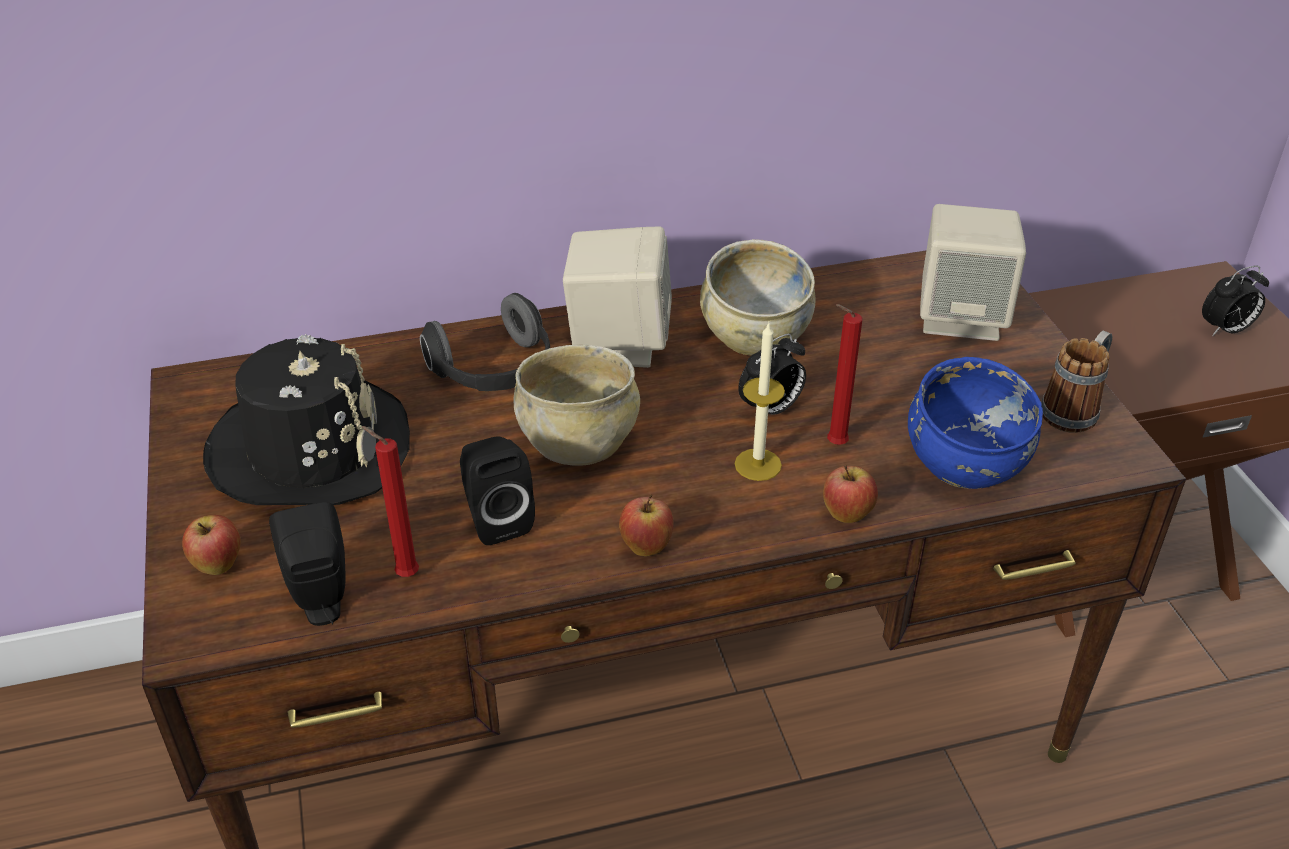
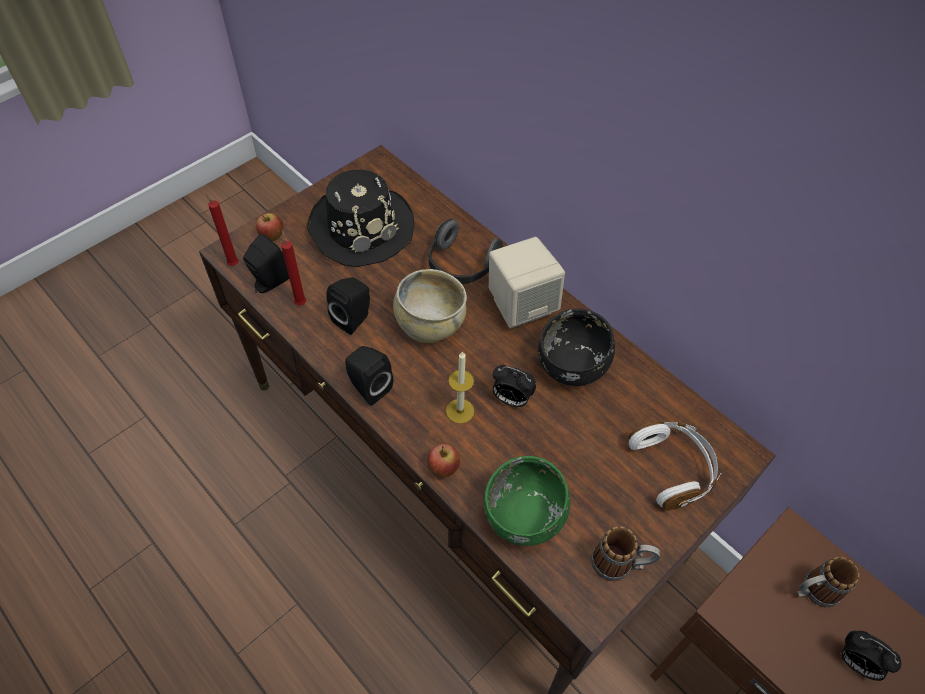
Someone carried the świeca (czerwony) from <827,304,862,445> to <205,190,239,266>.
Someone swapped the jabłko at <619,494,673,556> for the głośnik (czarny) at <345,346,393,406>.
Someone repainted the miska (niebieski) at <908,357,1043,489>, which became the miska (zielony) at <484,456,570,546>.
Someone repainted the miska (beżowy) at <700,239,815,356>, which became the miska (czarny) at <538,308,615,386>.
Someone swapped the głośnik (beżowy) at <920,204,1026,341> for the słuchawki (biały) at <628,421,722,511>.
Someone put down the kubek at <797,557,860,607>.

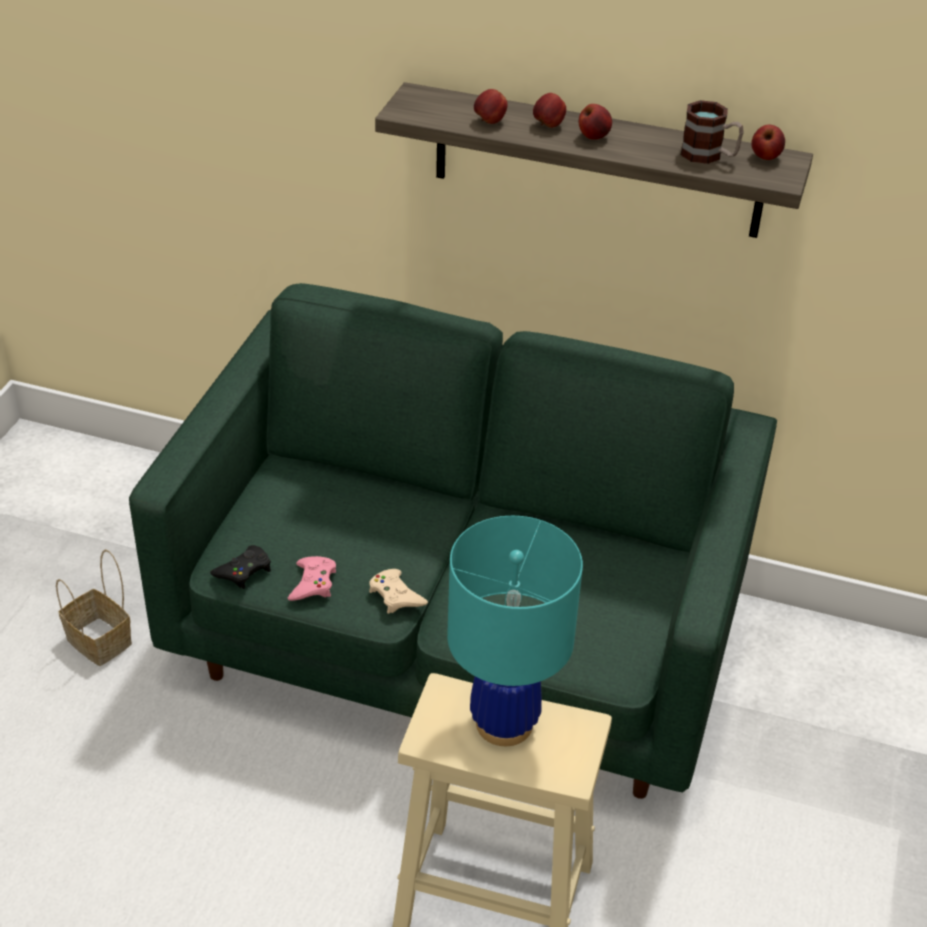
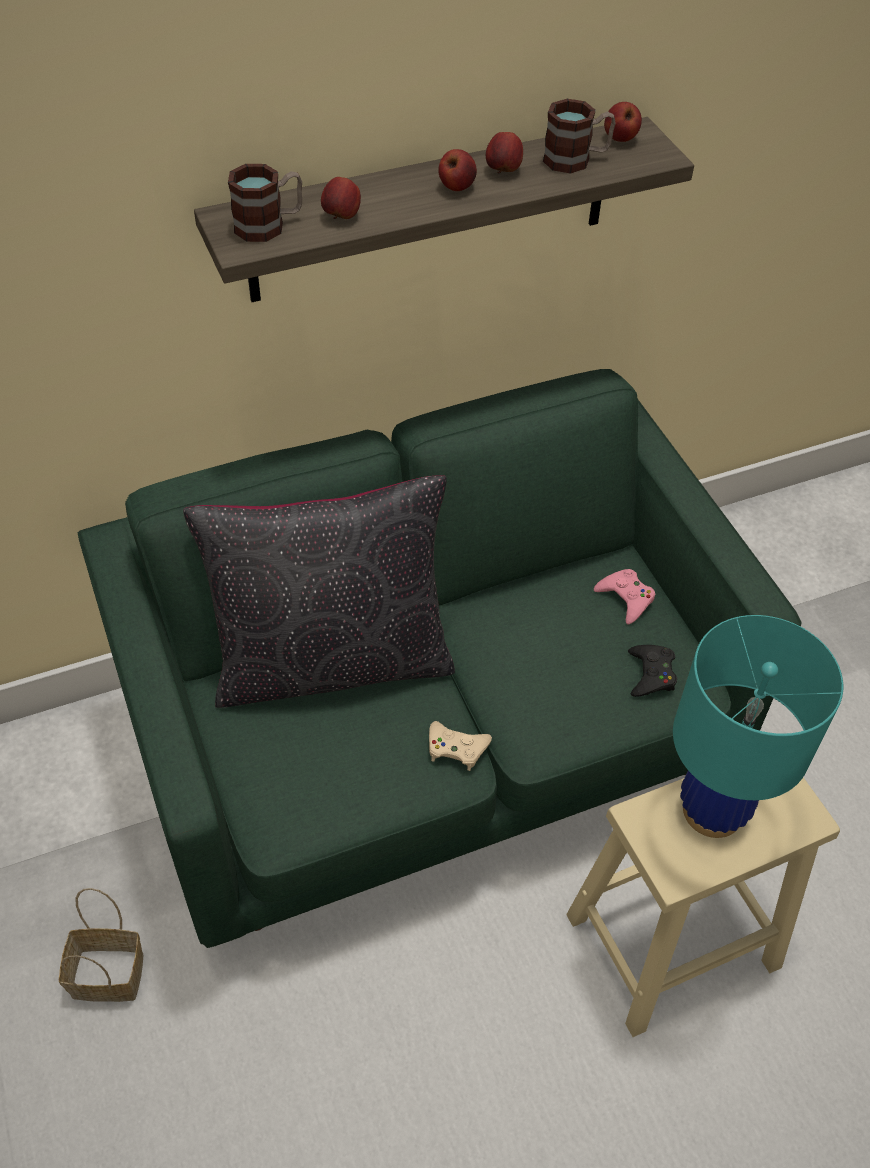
Someone put down the poduszka (czarny) at <183,475,455,708>.
Someone put down the kubek at <228,164,302,242>.
Someone carried the jabłko from <533,93,566,128> to <486,132,523,173>.
Someone carried the pad do gier (różowy) from <288,556,336,601> to <594,569,655,625>.
Someone carried the pad do gier (czarny) from <210,545,271,589> to <628,645,677,697>.

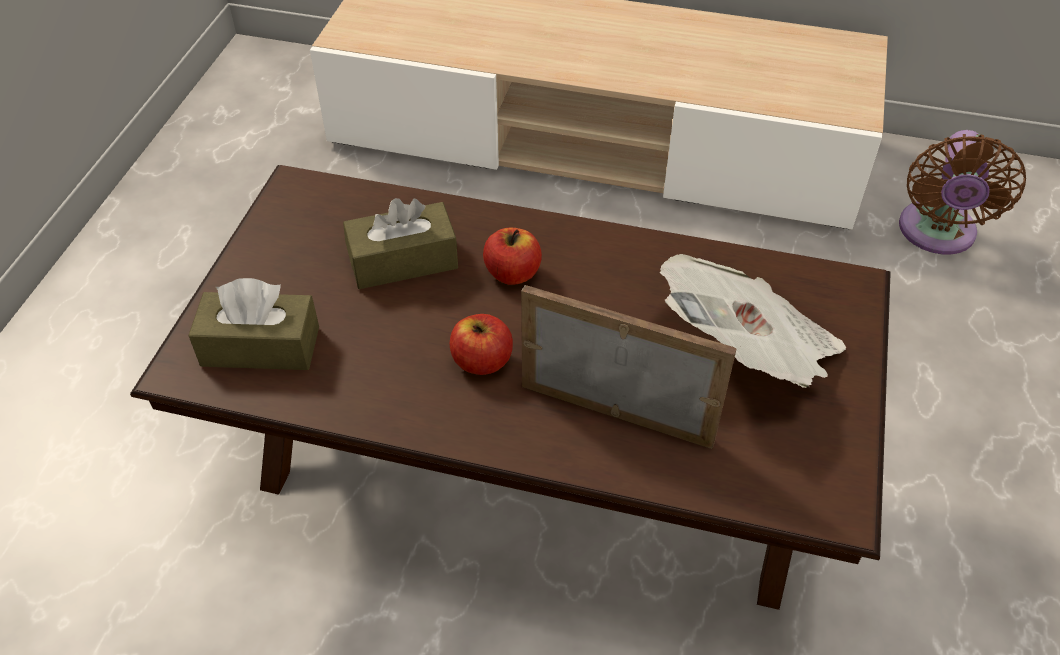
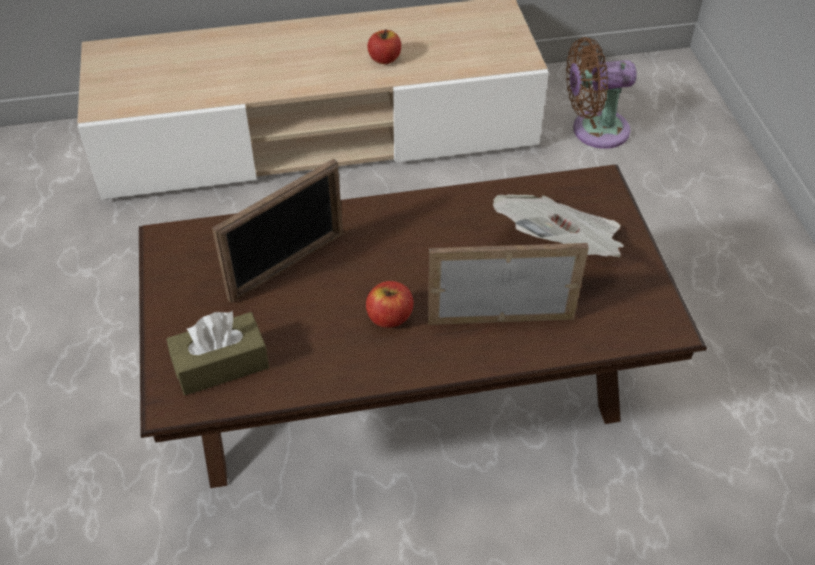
Someone swapped the pudełko chusteczek (brązowy) at <343,198,458,289> for the ramka na zdjęcie at <212,159,343,303>.
Someone carried the jabłko from <483,228,542,285> to <367,29,401,64>.
Someone rotated the wentylator (brązowy) at <899,130,1026,255> by 90 degrees clockwise.

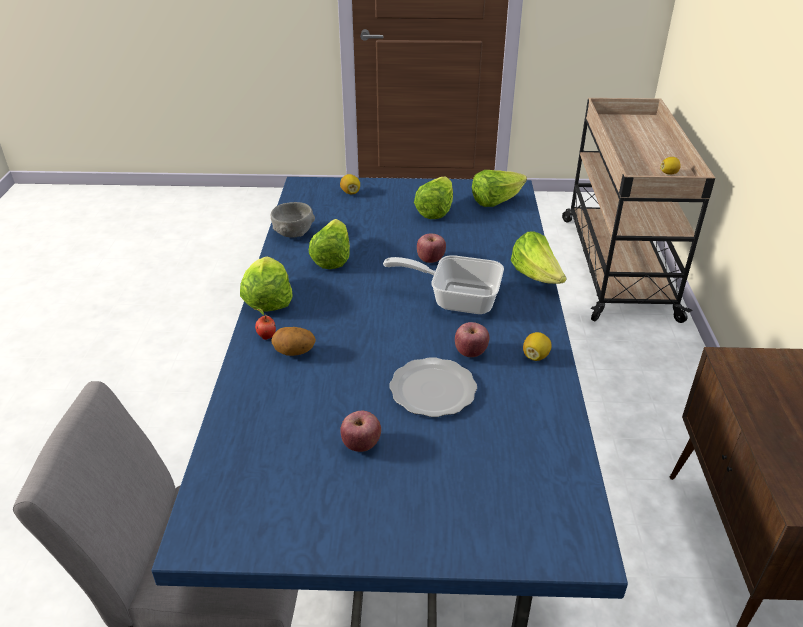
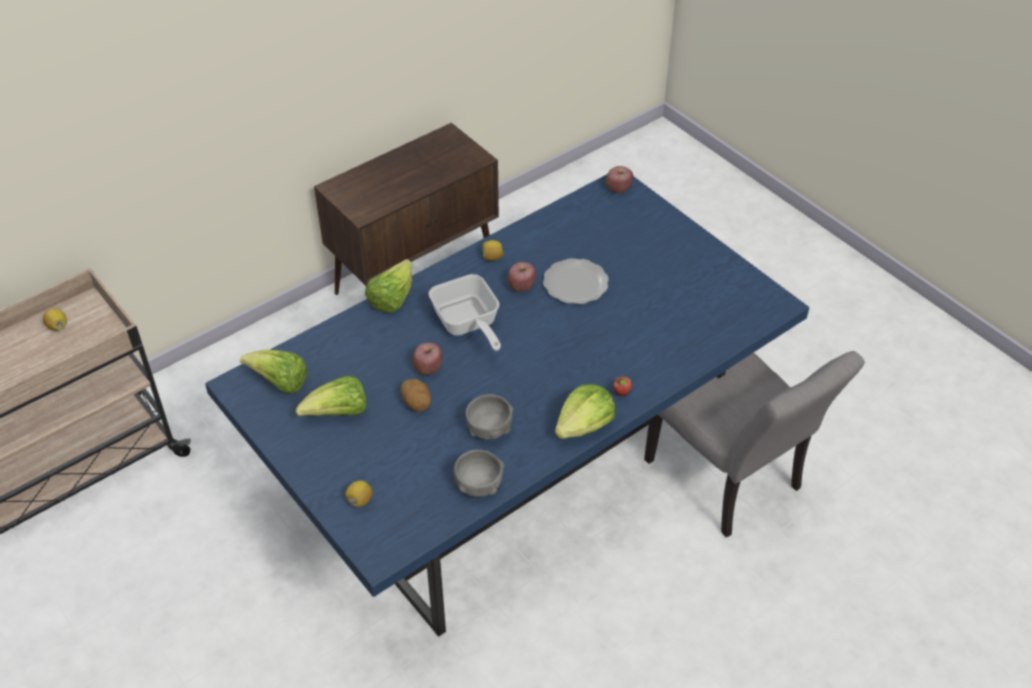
Someone carried the ziemniak from <271,327,316,356> to <401,379,431,412>.
Someone swapped the sałata at <309,219,350,269> for the miska (szary) at <465,394,513,440>.
Someone carried the jabłko from <340,411,381,452> to <606,166,634,193>.

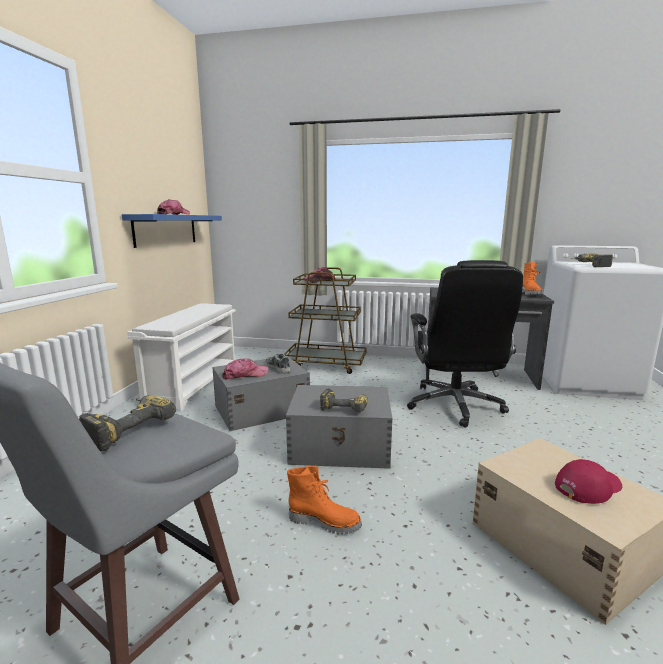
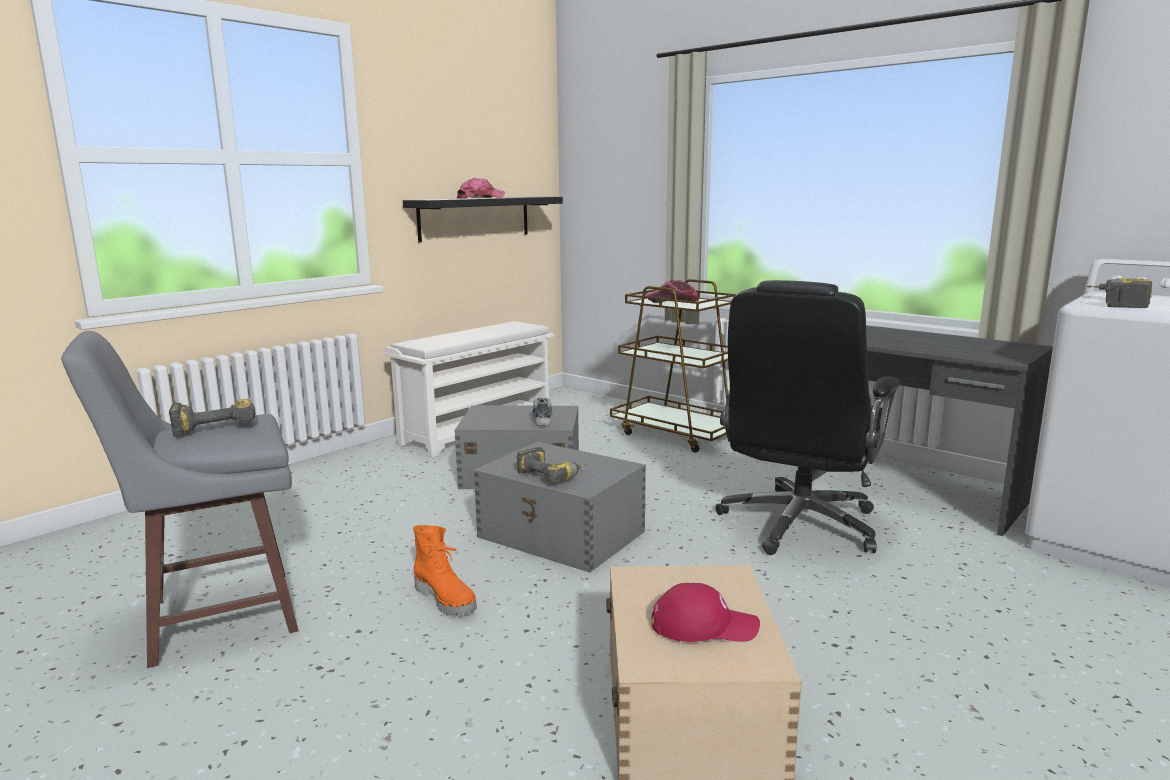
Someone repainted the półka (niebieski) at <122,214,222,248>, which became the półka (czarny) at <403,197,563,242>.
Someone took away the czapka z daszkiem at <222,358,269,379>.
Someone took away the but z cholewką (pomarańczowy) at <522,262,542,295>.

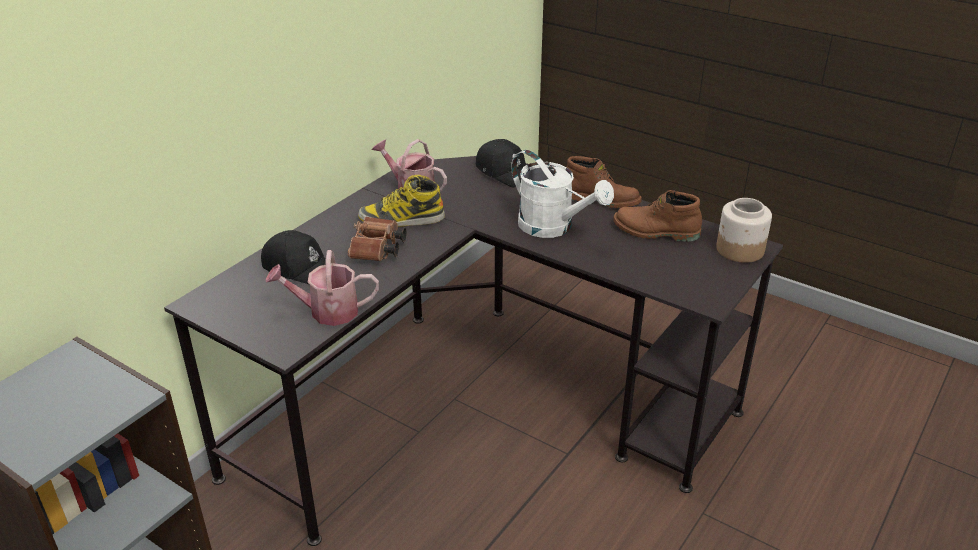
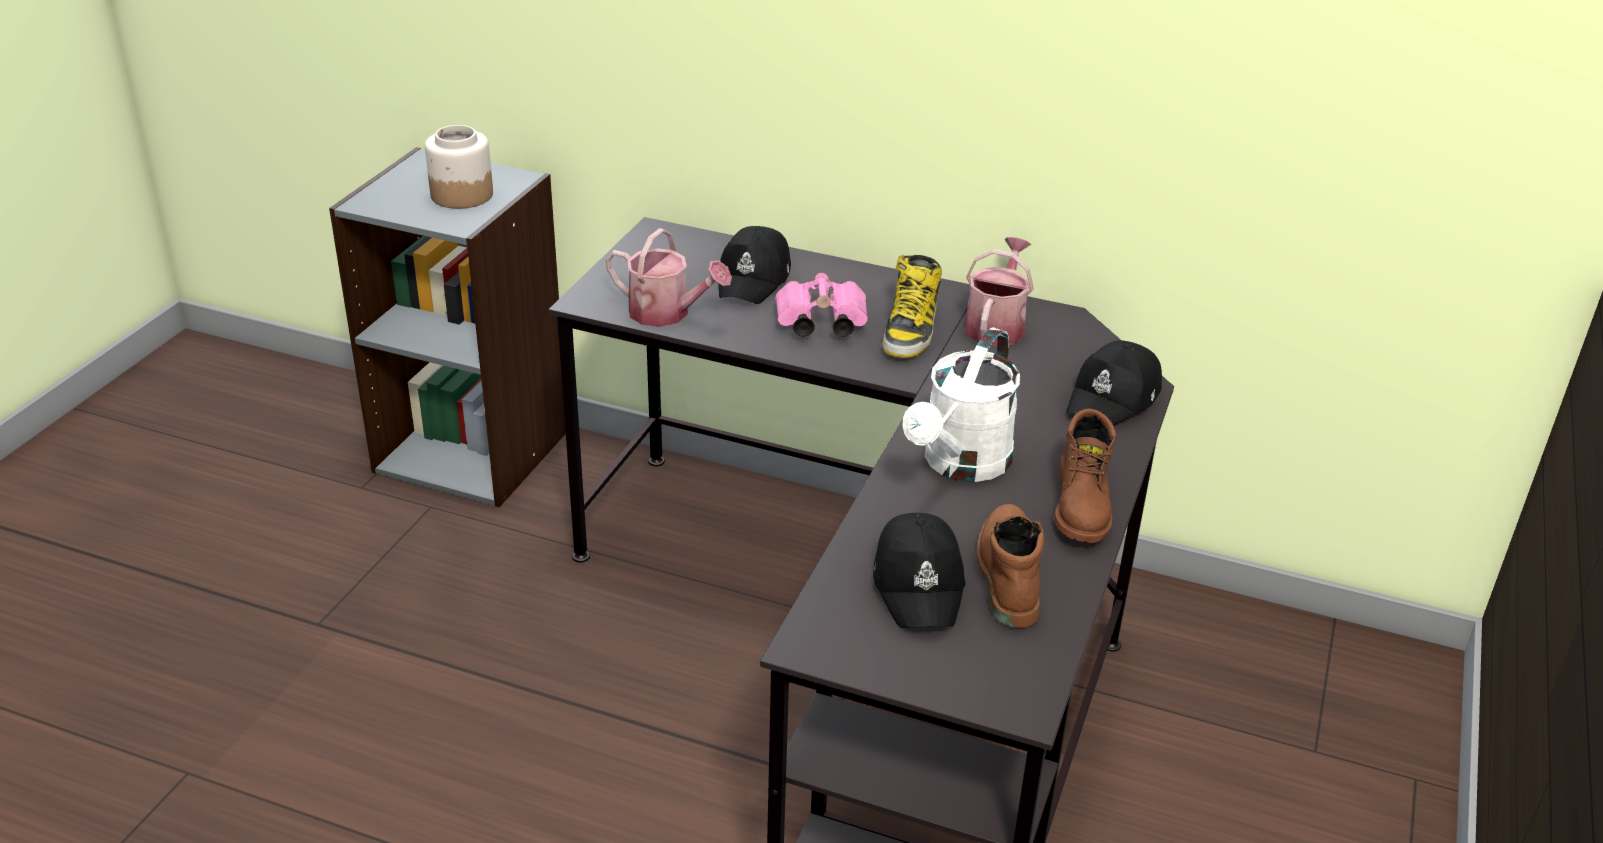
Someone carried the słoik from <716,198,772,263> to <425,125,493,209>.
Someone rotated the konewka at <265,250,379,326> by 135 degrees clockwise.
Someone repainted the lornetka (brązowy) at <348,216,407,261>, which became the lornetka (różowy) at <775,273,868,337>.
Someone put down the czapka z daszkiem (czarny) at <873,513,966,628>.
Someone rotated the but z cholewką at <358,175,445,227> by 150 degrees counterclockwise.

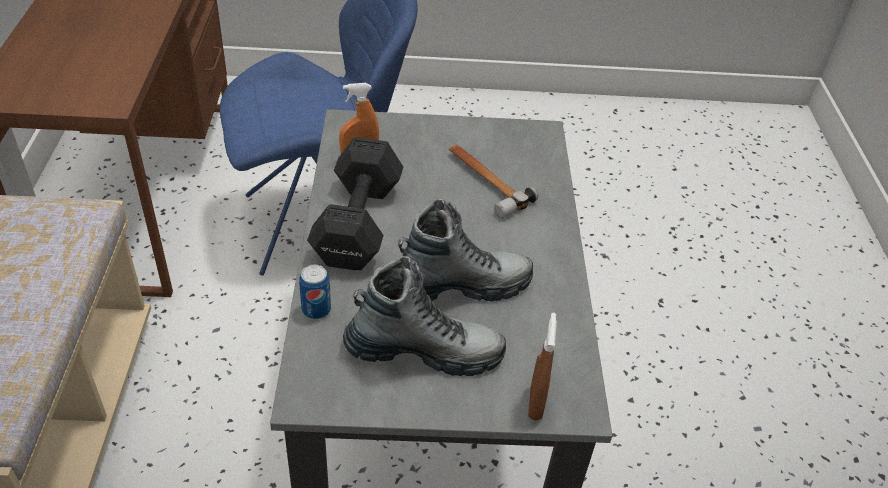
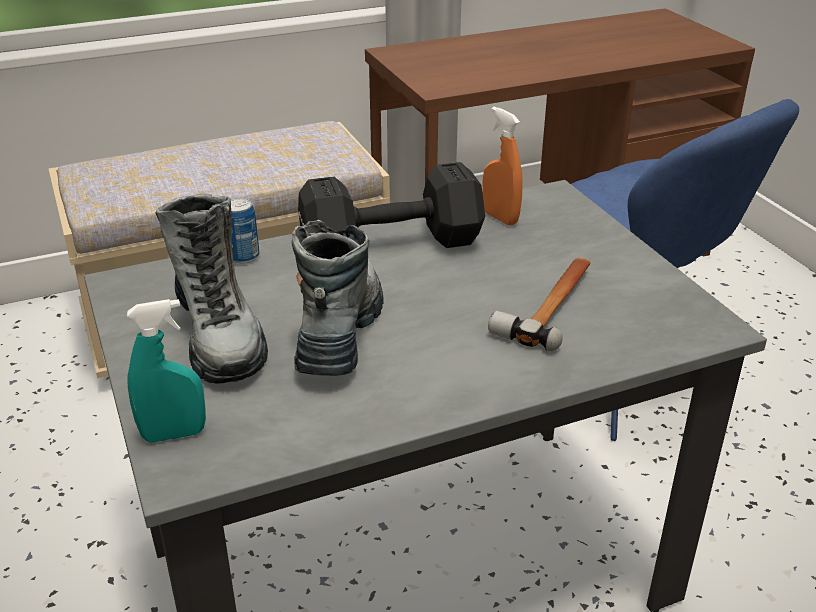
Someone repainted the spryskiwacz (brązowy) at <528,313,557,421>, which became the spryskiwacz (turkusowy) at <127,299,206,443>.
Someone rotated the but z cholewką at <398,199,533,302> by 135 degrees counterclockwise.

